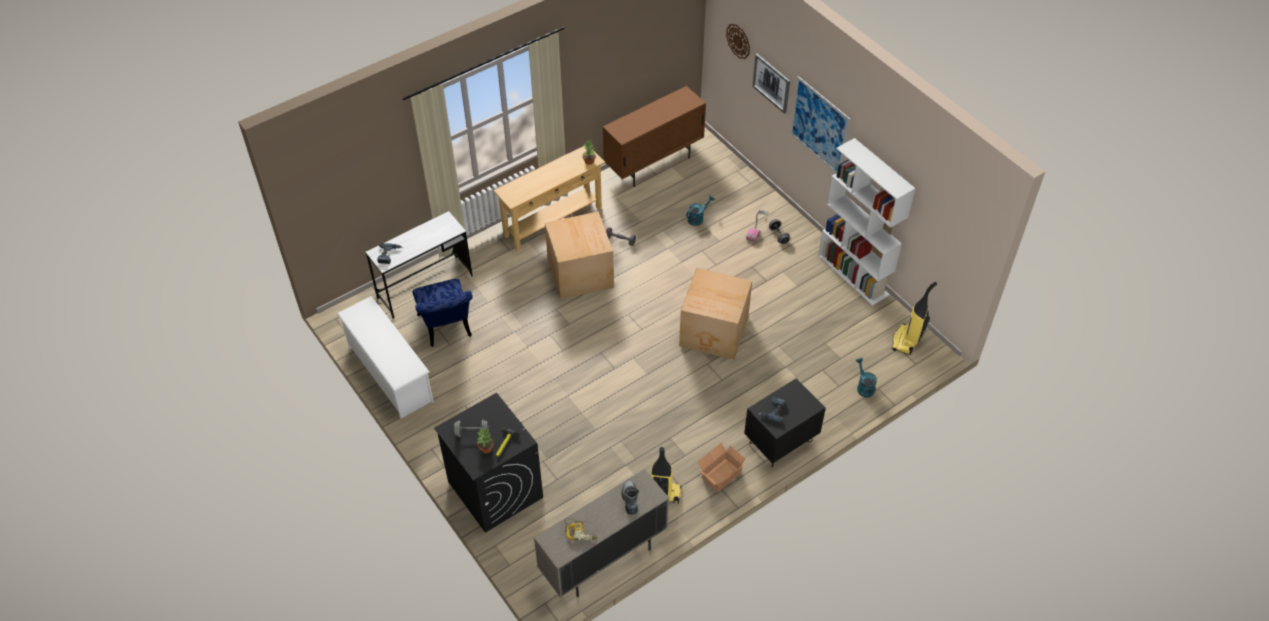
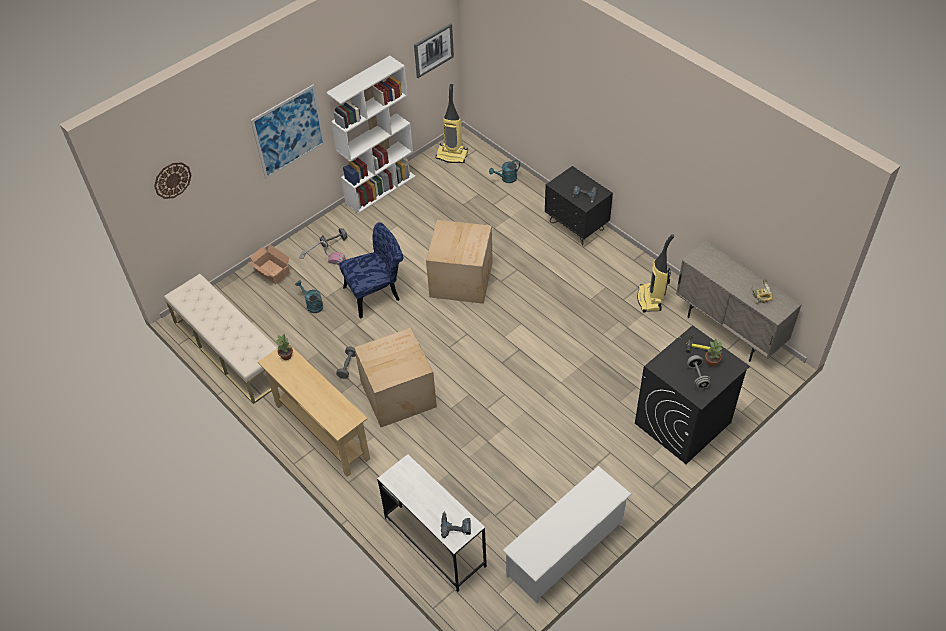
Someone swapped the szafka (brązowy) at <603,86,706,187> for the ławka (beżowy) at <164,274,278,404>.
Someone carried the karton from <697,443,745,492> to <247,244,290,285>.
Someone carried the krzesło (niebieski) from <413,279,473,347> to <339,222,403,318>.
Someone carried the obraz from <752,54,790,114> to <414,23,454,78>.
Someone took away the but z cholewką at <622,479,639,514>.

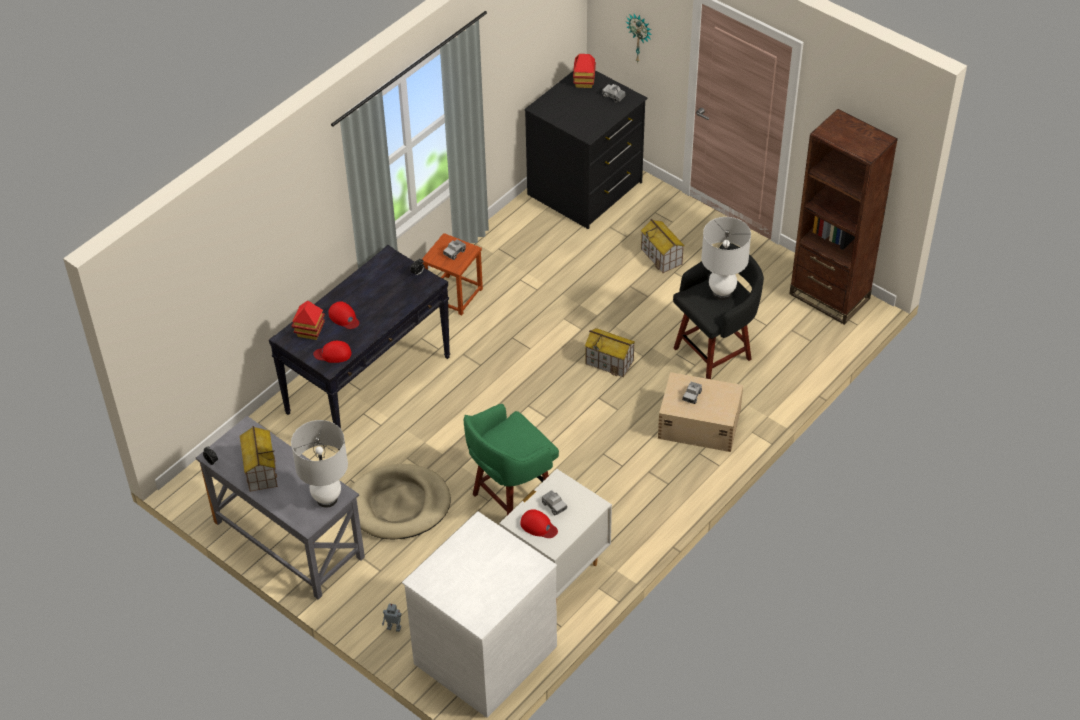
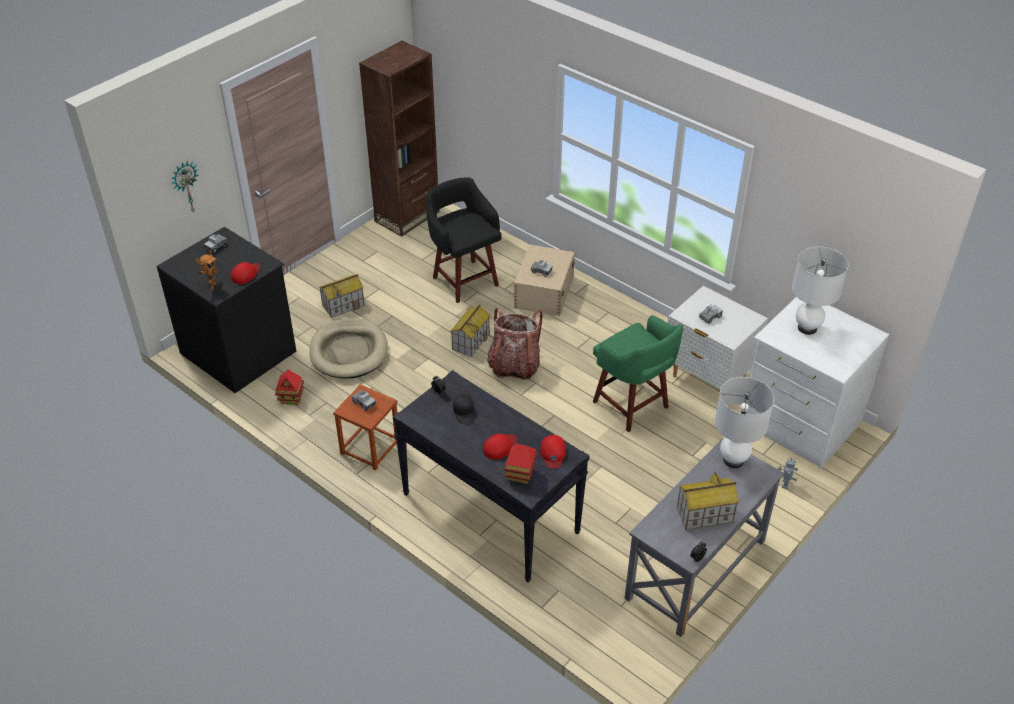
Someone put down the robot zabawkowy at <196,250,218,291>.
Someone carried the czapka z daszkiem (czerwony) from <520,509,558,538> to <231,262,261,284>.
Someone carried the domek from <573,54,596,88> to <275,370,304,405>.
Someone carried the legowisko (beżowy) from <351,464,451,539> to <309,318,388,378>.
Someone put down the czapka z daszkiem (czarny) at <453,395,476,424>.
Someone put down the plecak at <487,307,543,380>.
Someone carried the lampa stołowa (biały) from <701,217,751,300> to <792,246,849,335>.

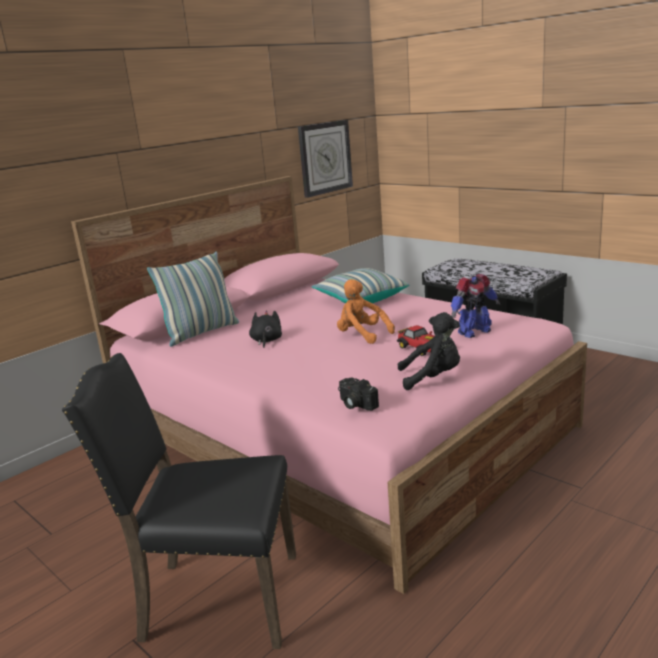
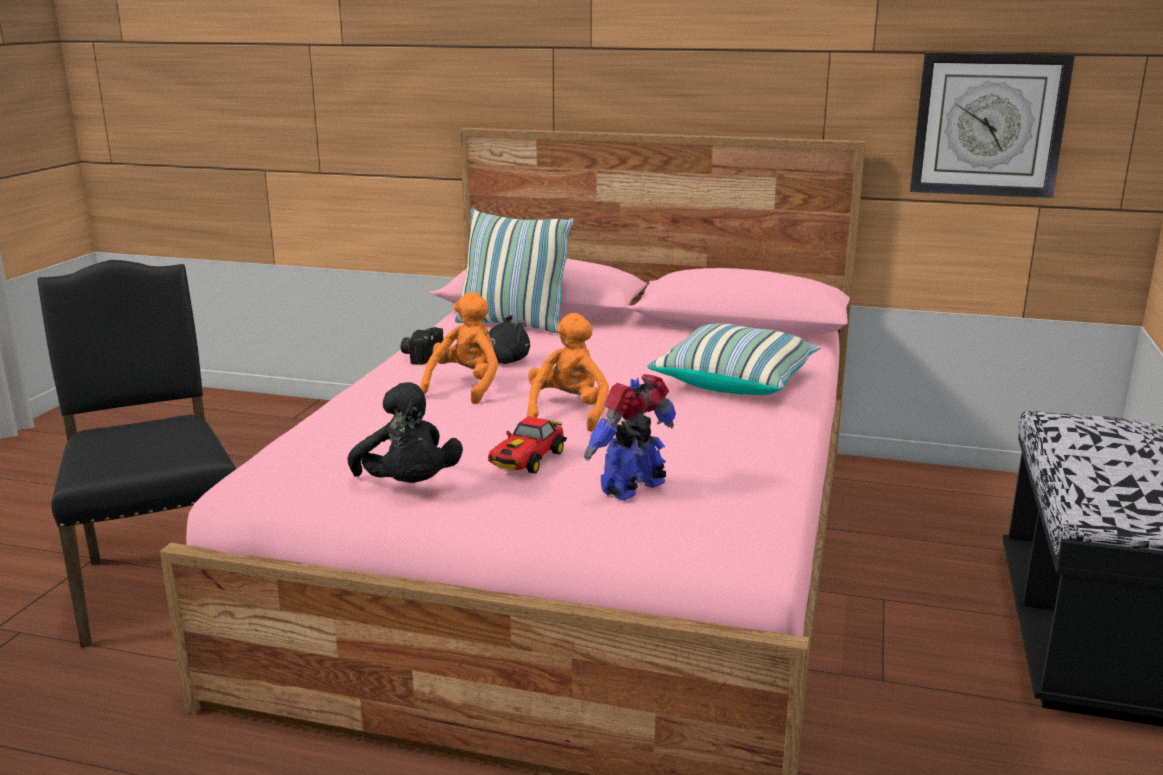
Someone carried the aparat fotograficzny from <338,377,379,411> to <401,327,443,365>.
Someone put down the pluszak (pomarańczowy) at <420,292,499,404>.
Someone rotated the robot zabawkowy at <451,274,500,338> by 105 degrees clockwise.

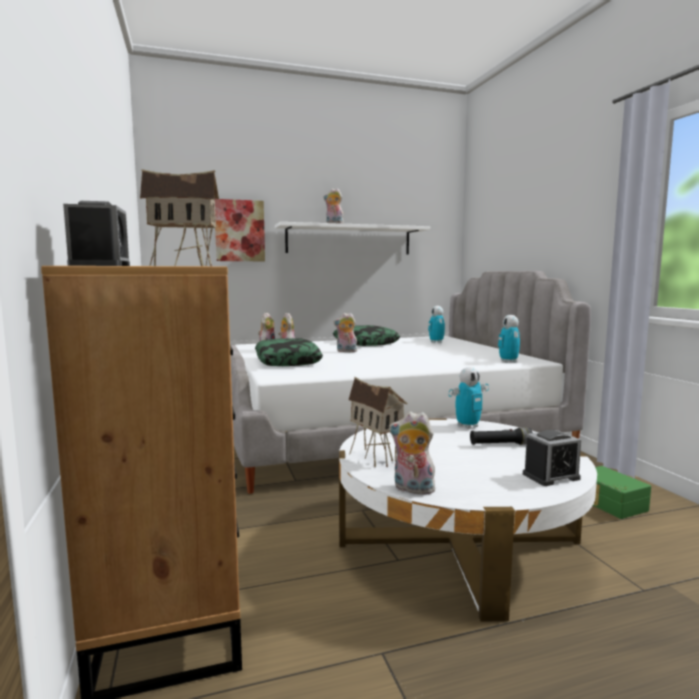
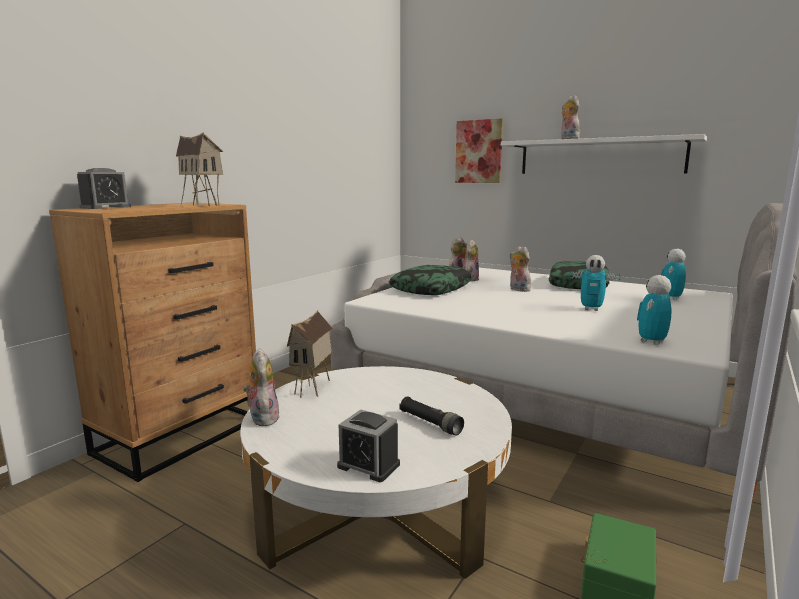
Someone carried the robot zabawkowy from <449,367,489,429> to <569,255,620,311>.

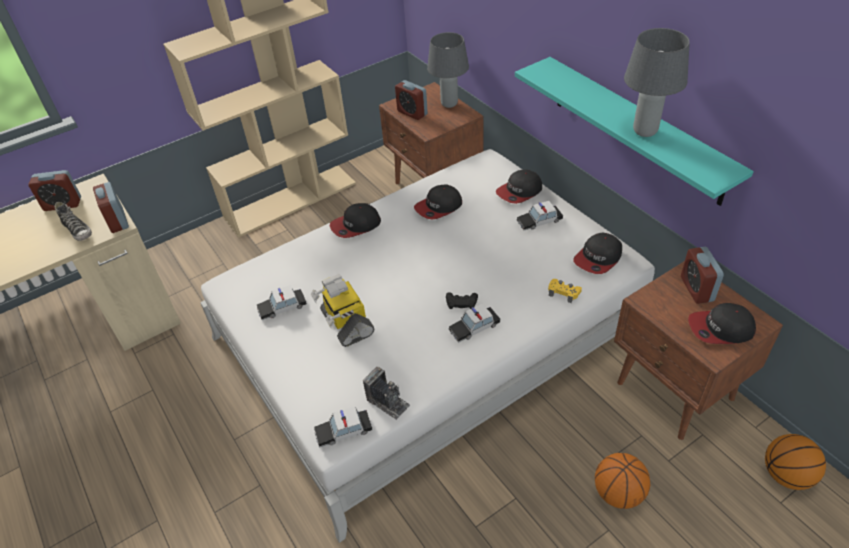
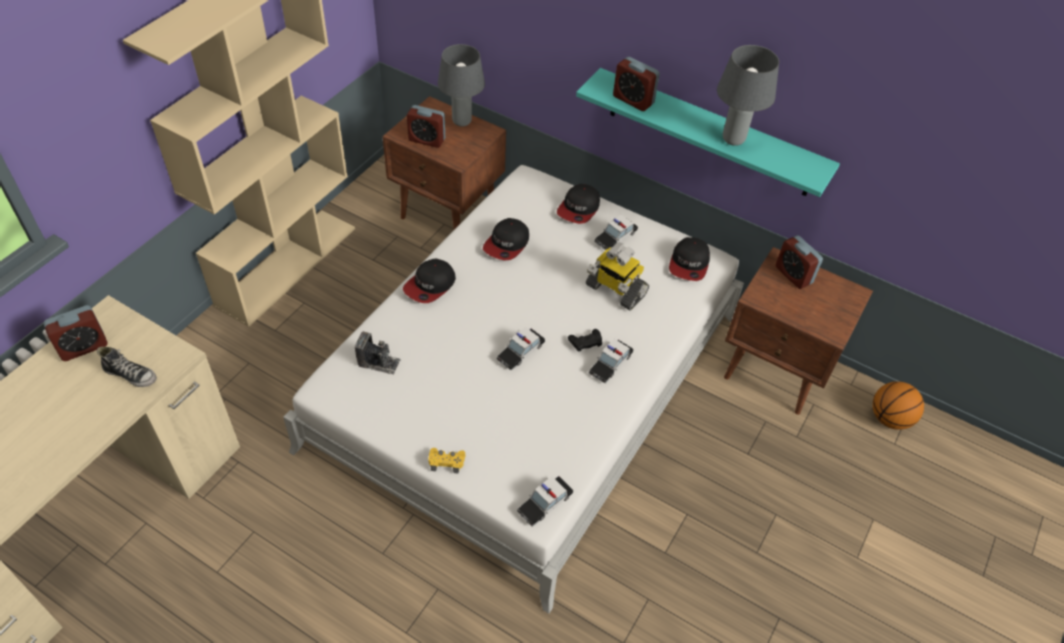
Someone carried the aparat fotograficzny from <363,367,410,420> to <354,331,401,375>.
Someone carried the pad do gier (żółty) from <548,279,582,303> to <429,448,465,474>.
Someone carried the samochodzik from <257,285,307,320> to <497,327,545,370>.
Someone carried the robot zabawkowy from <311,274,375,347> to <586,242,649,310>.
Someone carried the budzik from <93,182,129,233> to <613,57,660,111>.
Someone took away the piłka do koszykówki at <595,453,650,509>.
Someone took away the czapka z daszkiem at <688,303,756,344>.

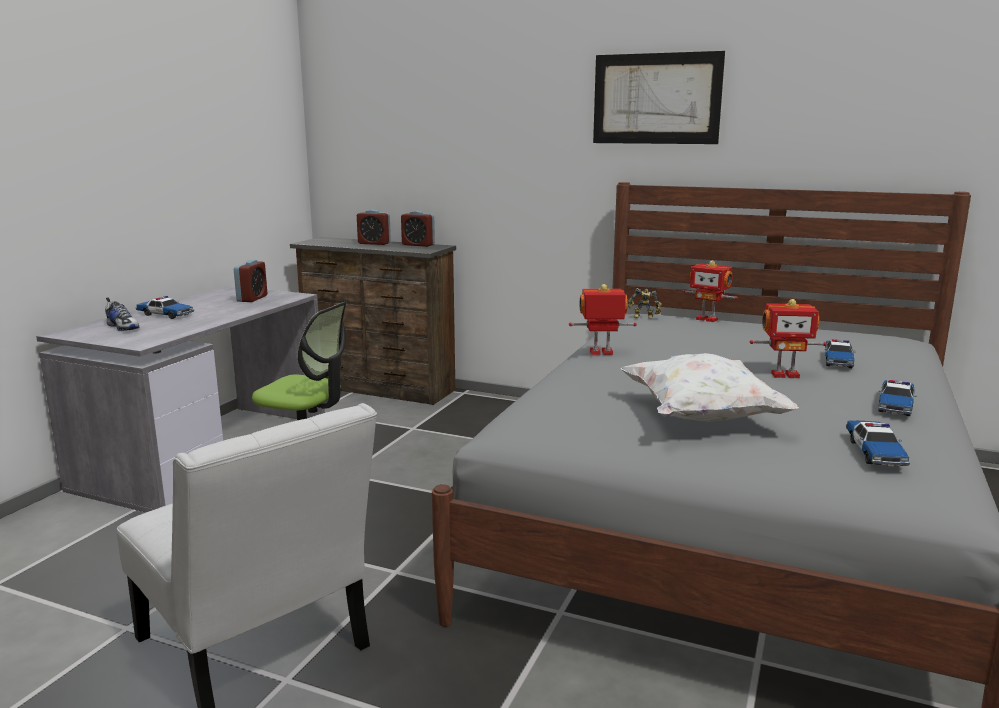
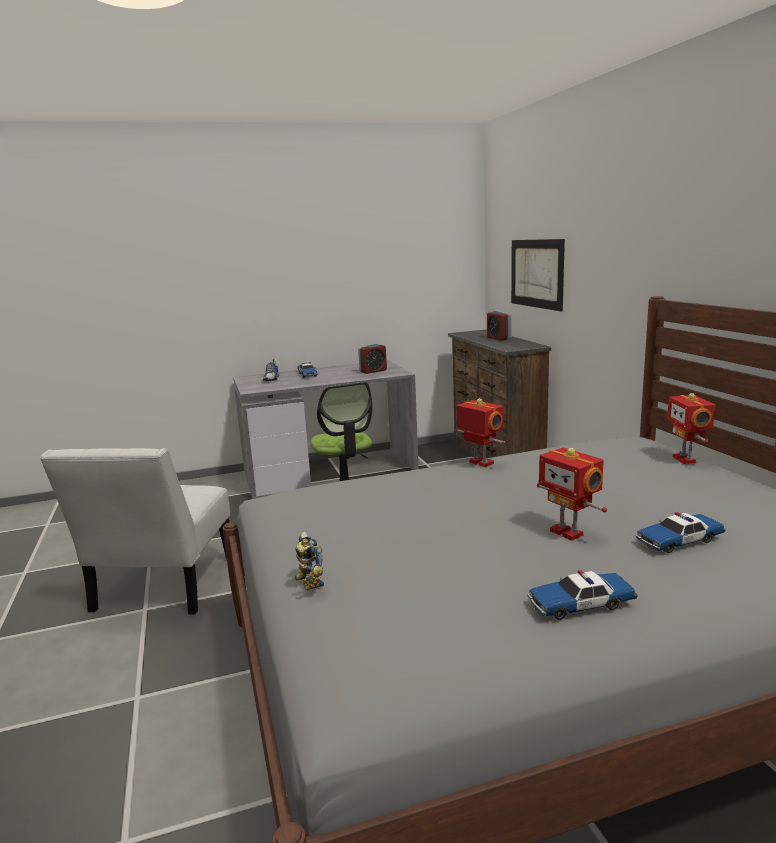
Someone carried the robot zabawkowy from <628,288,662,319> to <295,532,324,590>.
Someone carried the obraz from <593,51,725,144> to <511,239,565,311>.
Someone took away the budzik at <401,211,435,247>.
Someone took away the poduszka (biały) at <621,353,799,422>.
Someone took away the samochodzik at <846,420,910,467>.

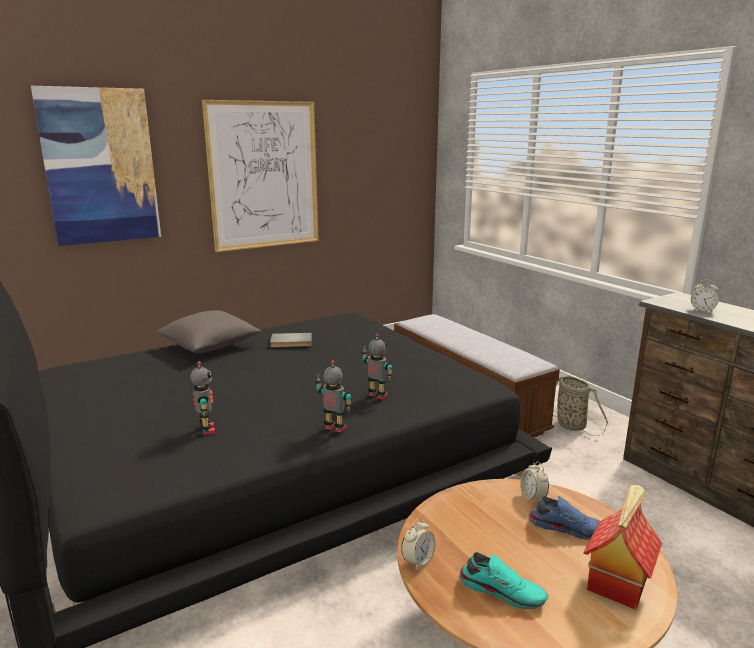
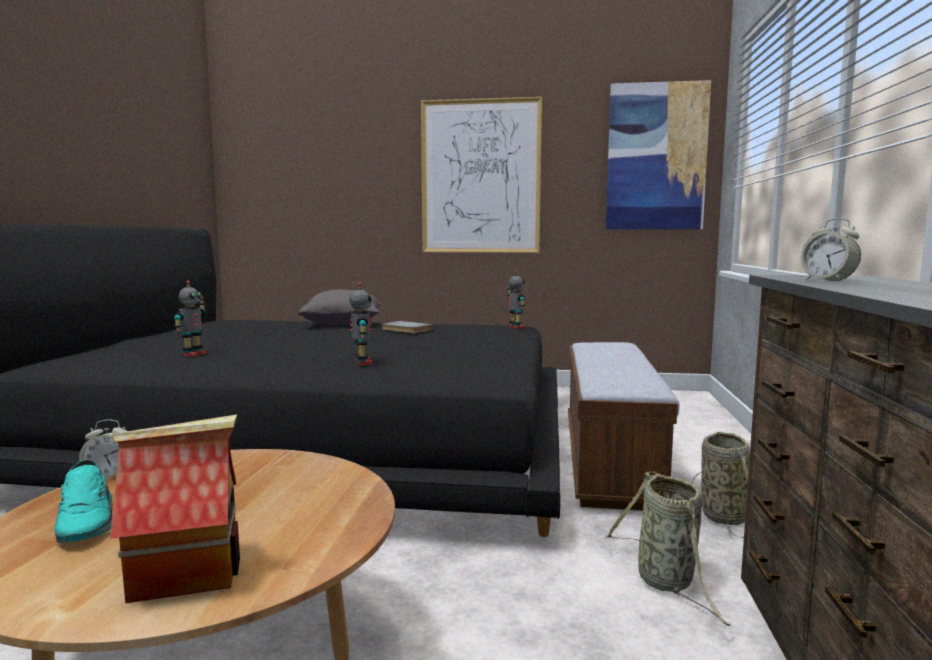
Someone carried the robot zabawkowy from <315,360,352,433> to <507,271,525,329>.
Someone put down the koszyk at <605,471,731,626>.
Someone carried the obraz from <31,86,161,246> to <606,80,711,229>.
Someone took away the budzik at <520,461,549,503>.
Someone took away the but (niebieski) at <529,496,600,540>.

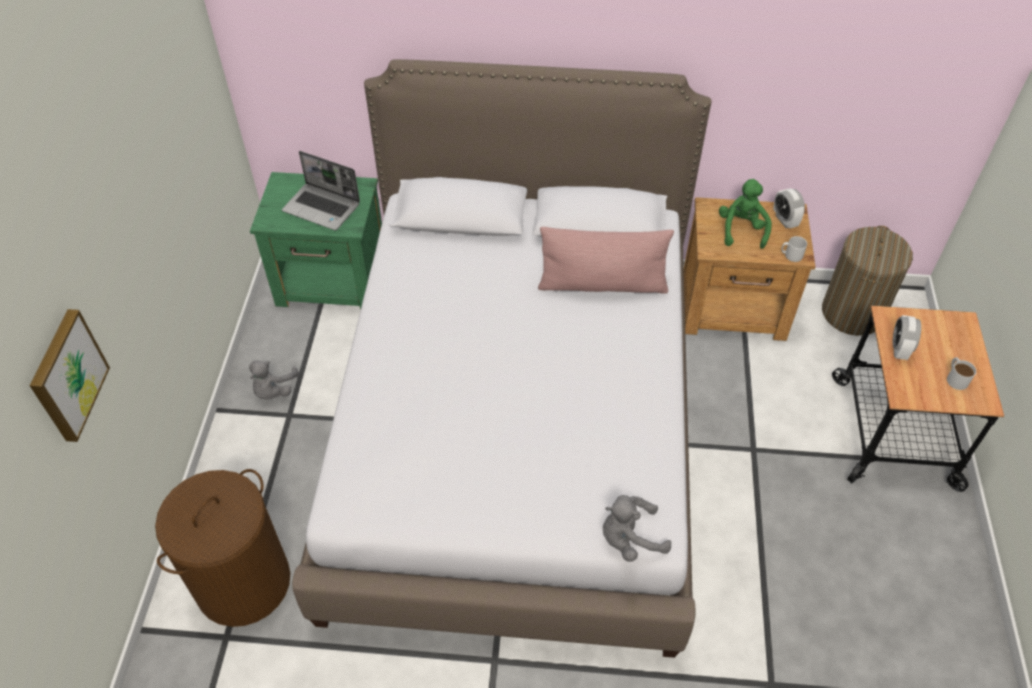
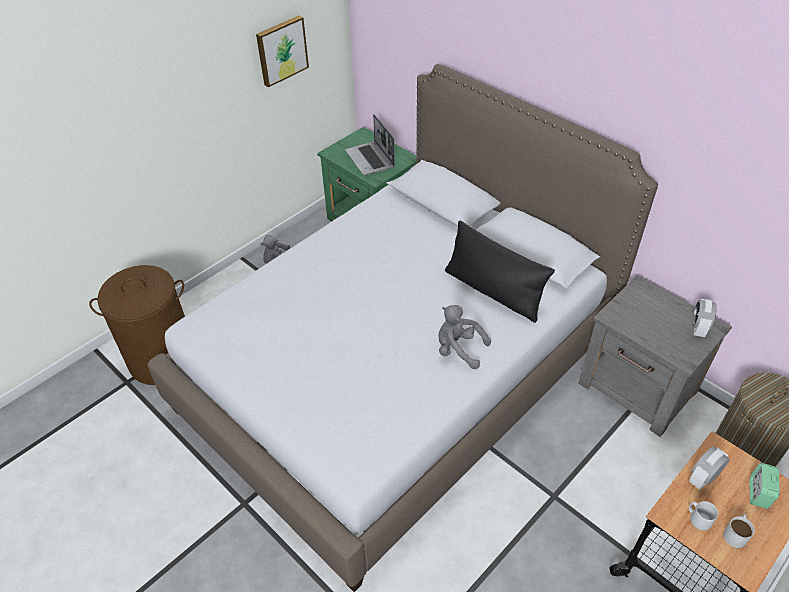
Someone carried the obraz from <30,309,110,442> to <256,15,309,87>.
Someone carried the pluszak (szary) from <603,495,671,562> to <438,305,491,369>.
Someone repainted the poduszka (różowy) at <538,227,674,294>, which became the poduszka (czarny) at <445,221,555,323>.
Someone repainted the szafka nocna (brązowy) at <684,197,815,341>, which became the szafka nocna (szary) at <578,275,732,437>.
Someone carried the kubek (szary) from <781,236,807,262> to <689,501,718,531>.
Someone put down the budzik at <749,463,780,509>.
Someone took away the pluszak (zielony) at <719,179,772,249>.

